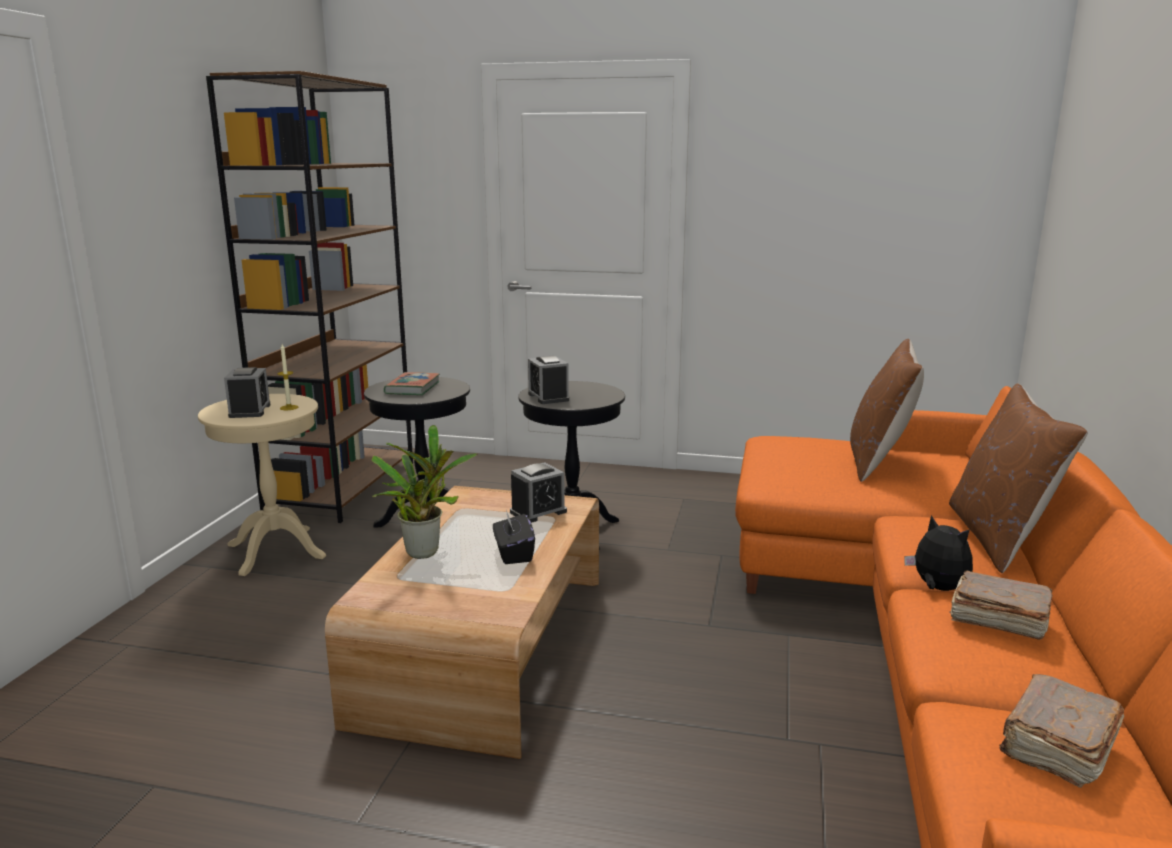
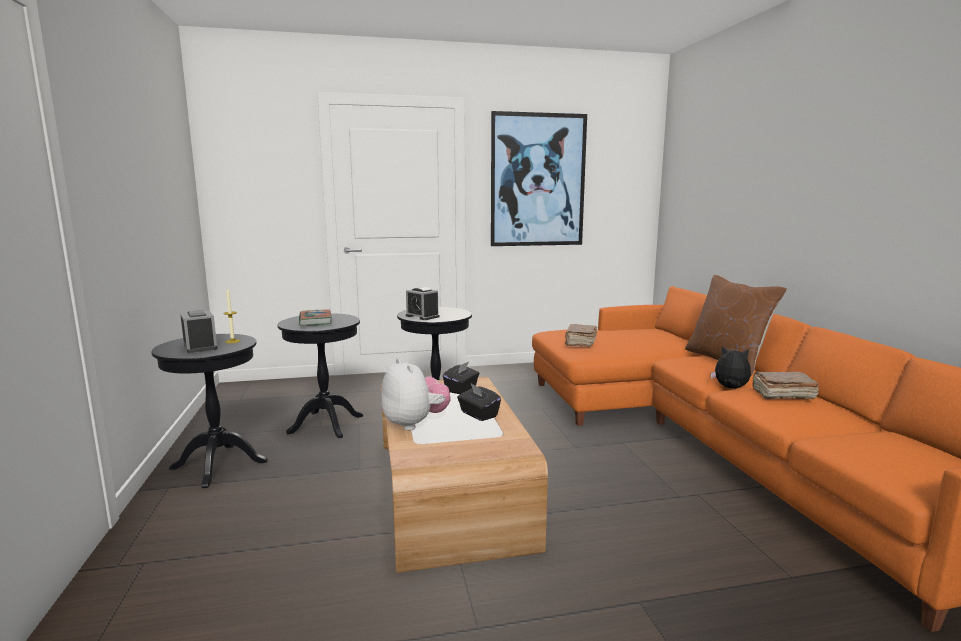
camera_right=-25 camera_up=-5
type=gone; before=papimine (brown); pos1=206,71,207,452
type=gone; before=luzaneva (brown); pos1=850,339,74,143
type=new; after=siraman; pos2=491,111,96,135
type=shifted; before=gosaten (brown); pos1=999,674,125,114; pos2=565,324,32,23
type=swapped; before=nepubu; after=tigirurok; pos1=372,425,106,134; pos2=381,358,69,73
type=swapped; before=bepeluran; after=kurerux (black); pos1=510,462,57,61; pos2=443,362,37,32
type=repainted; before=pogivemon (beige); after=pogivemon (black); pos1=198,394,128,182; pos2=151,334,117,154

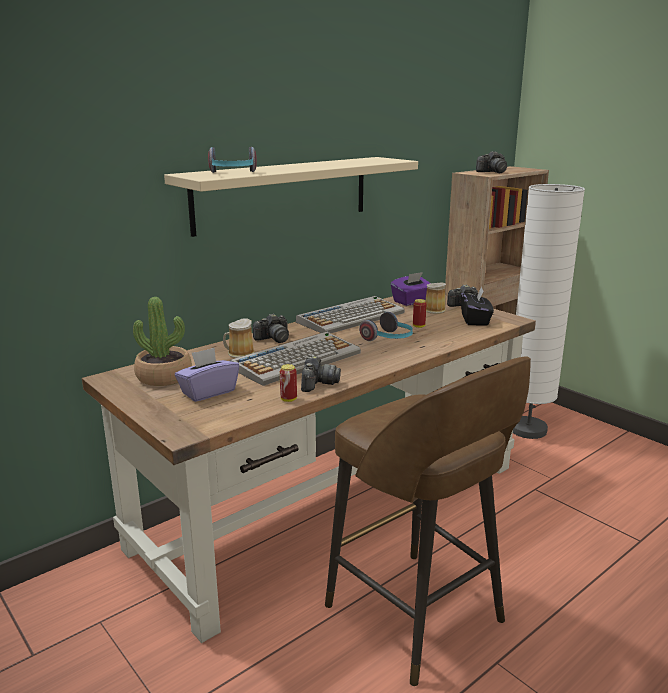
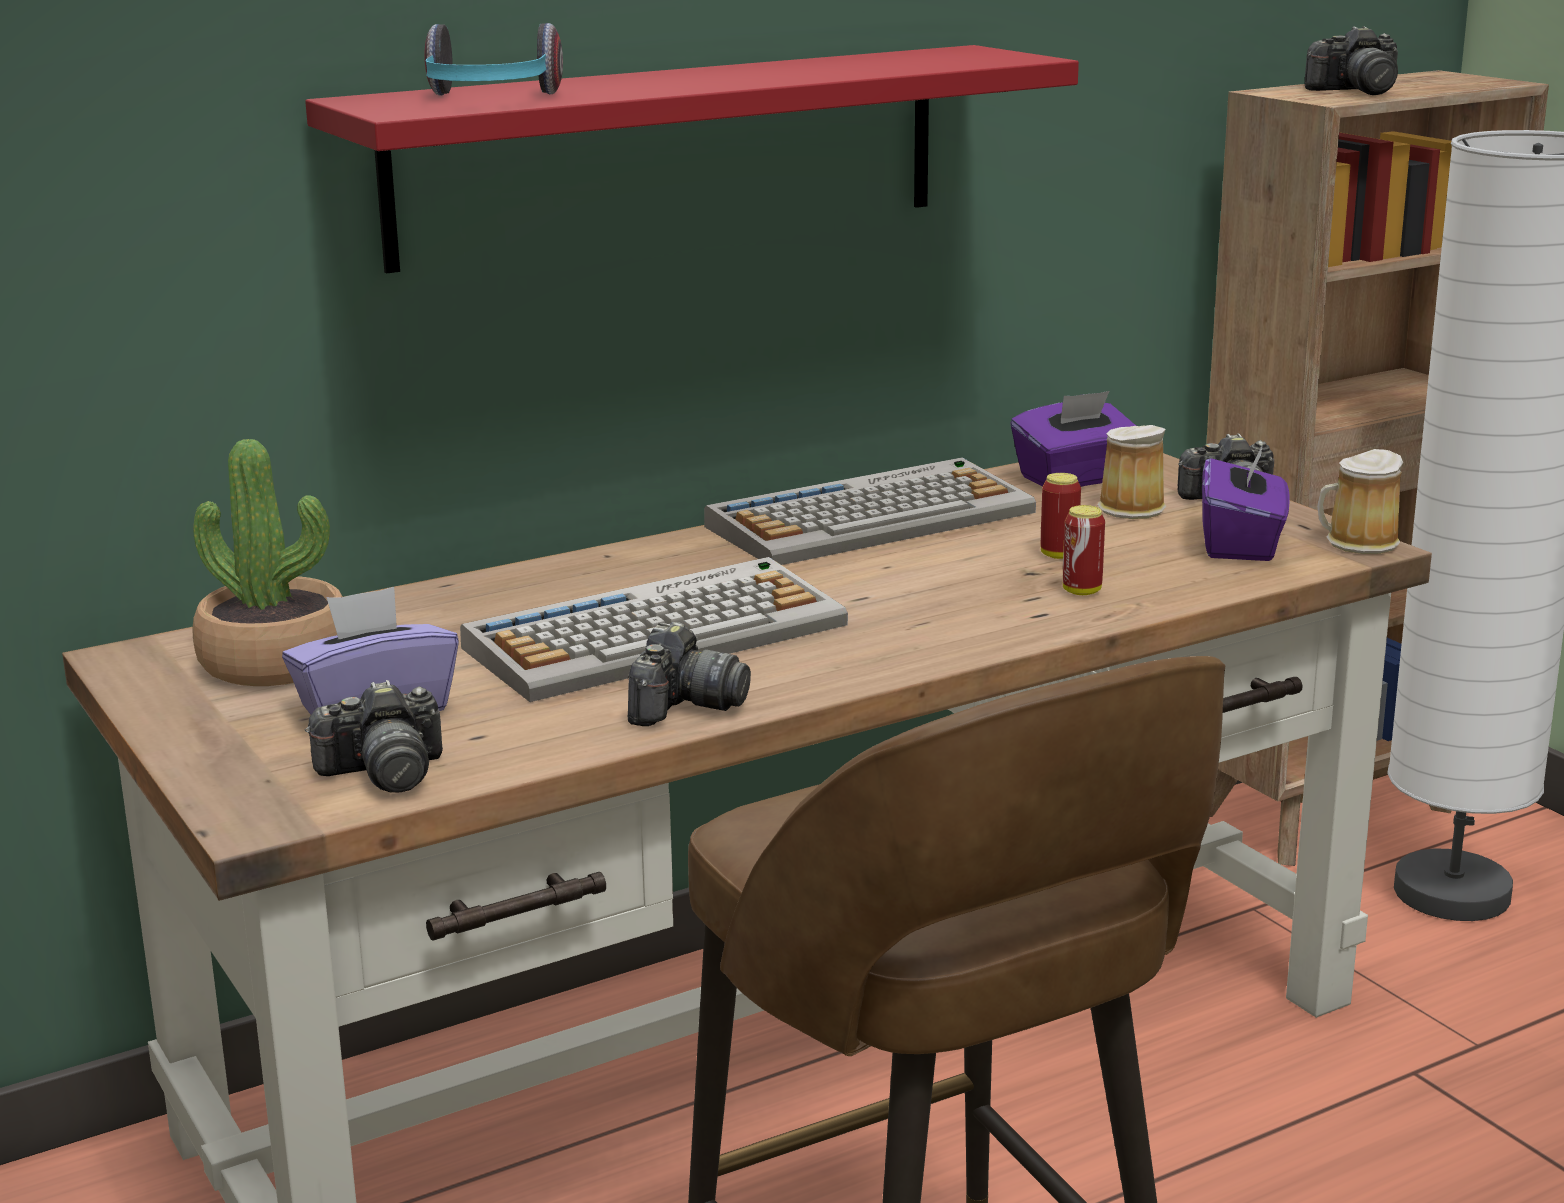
camera_right=10 camera_up=0
type=gone; before=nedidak; pos1=359,312,54,29
type=shifted; before=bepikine; pos1=223,318,32,40; pos2=1317,449,86,105
type=shifted; before=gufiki; pos1=253,314,36,29; pos2=305,680,138,113
type=shifted; before=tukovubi; pos1=280,364,17,38; pos2=1062,505,43,90
type=repainted; before=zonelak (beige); after=zonelak (red); pos1=164,157,254,80; pos2=305,45,774,229
type=repainted; before=kurerux (black); after=kurerux (purple); pos1=461,287,33,38; pos2=1202,442,88,119

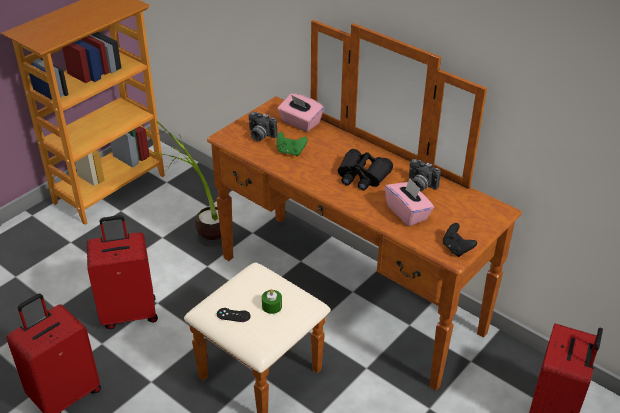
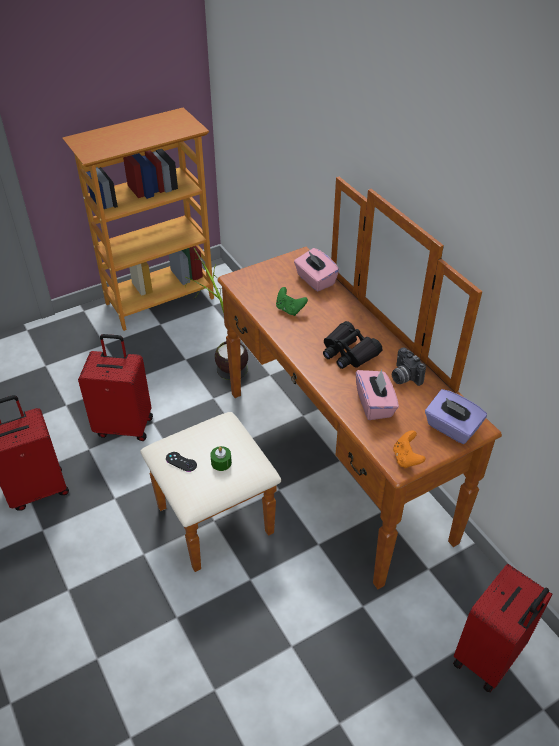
camera_right=20 camera_up=5
type=gone; before=gufiki; pos1=249,112,29,29
type=new; after=kurerux (purple); pos2=425,389,62,55
type=repainted; before=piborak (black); after=piborak (orange); pos1=443,223,34,34; pos2=393,430,33,39

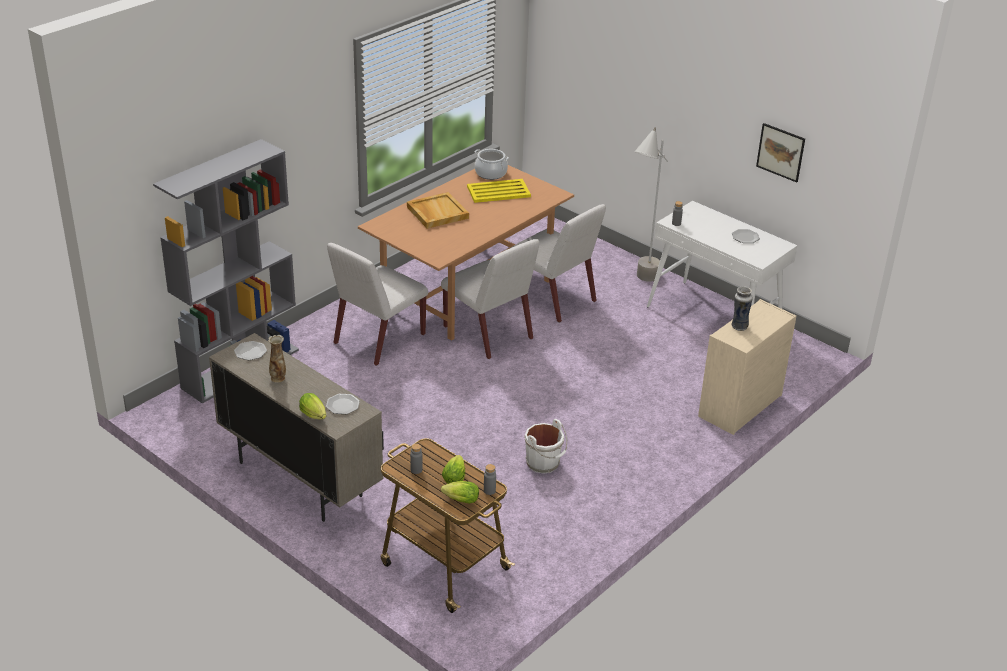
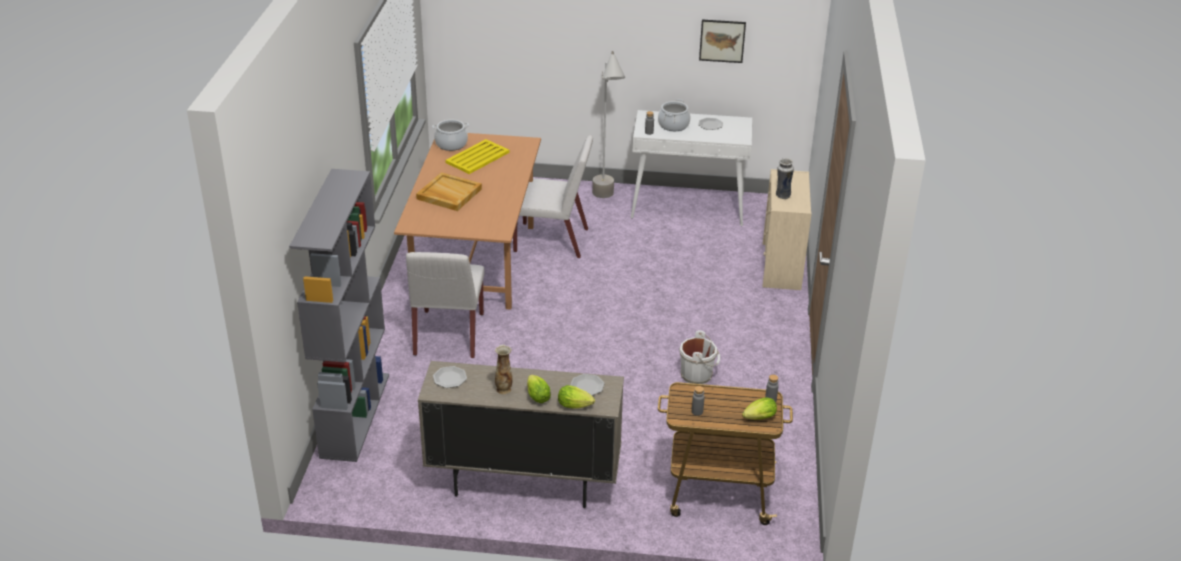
camera_right=-35 camera_up=0
type=gone; before=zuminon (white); pos1=441,239,98,120
type=new; after=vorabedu; pos2=658,99,32,32
type=shifted; before=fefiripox; pos1=442,455,23,29; pos2=527,375,24,28

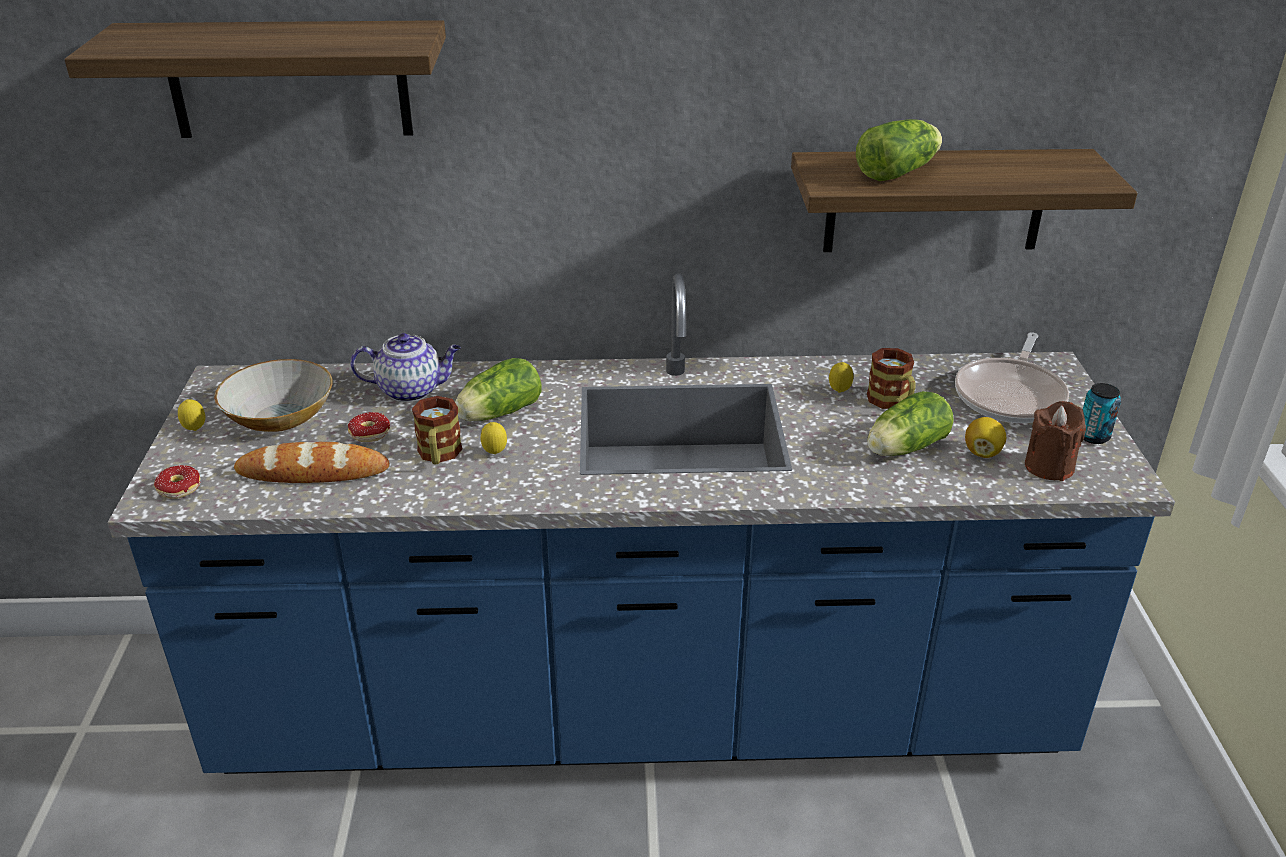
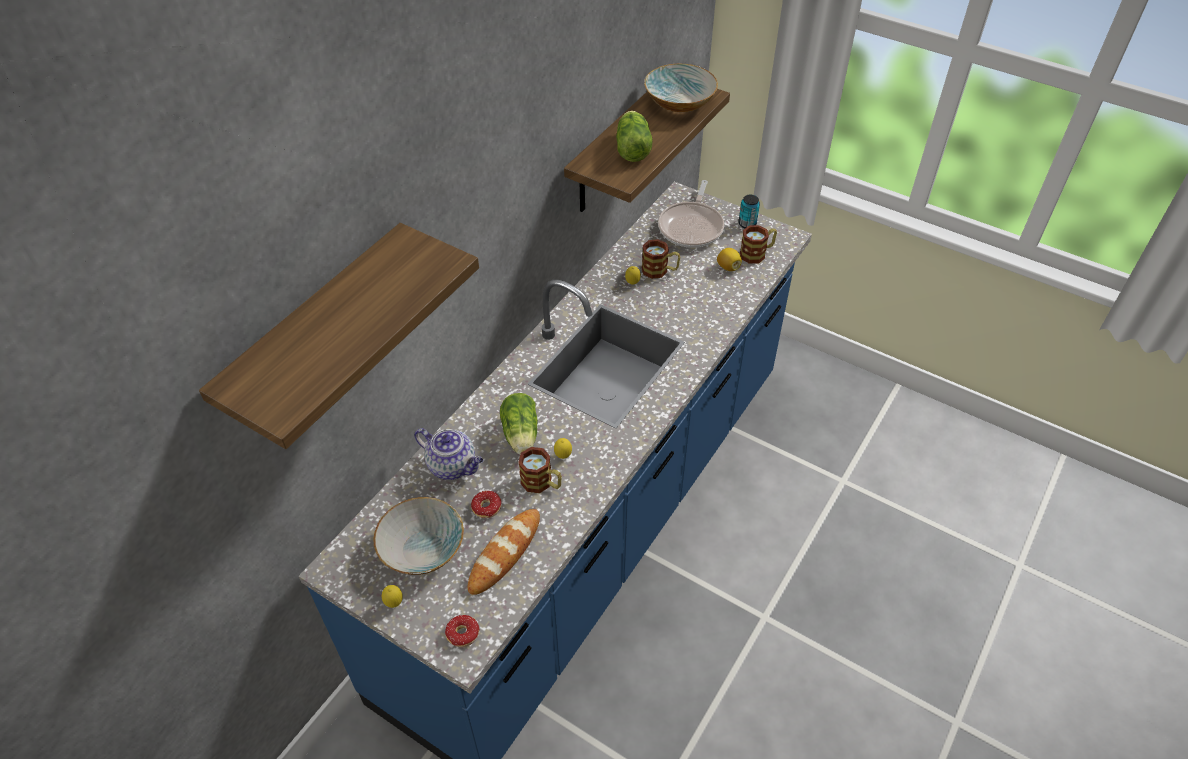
camera_right=-55 camera_up=15
type=gone; before=fefiripox; pos1=868,391,86,65
type=new; after=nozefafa; pos2=644,64,74,48
type=swapped; before=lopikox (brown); after=bepikine; pos1=1025,401,61,80; pos2=740,225,37,39
type=rotated; before=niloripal; pos1=350,333,111,69; pos2=414,428,69,52; turn=90
type=rotated; before=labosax; pos1=955,332,114,91; pos2=658,180,66,68; turn=45

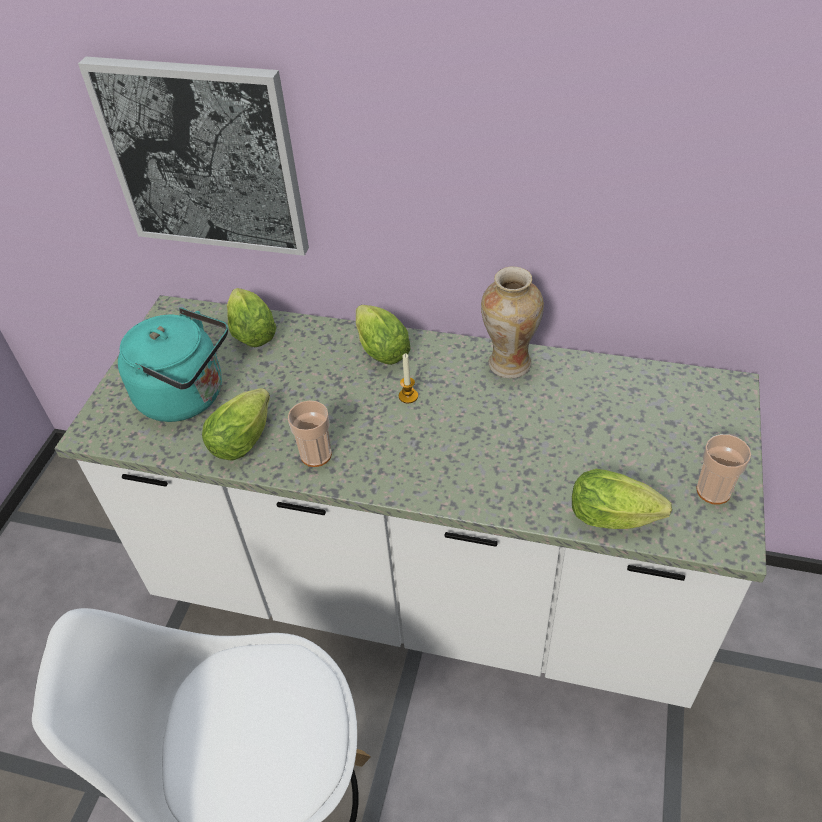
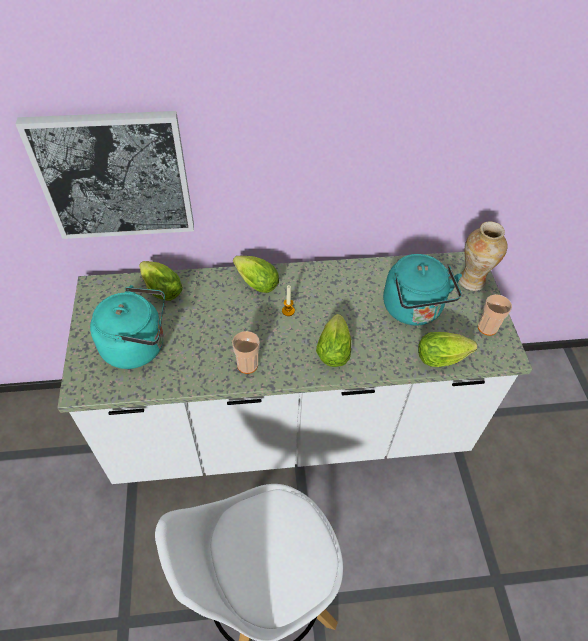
camera_right=-25 camera_up=5
type=new; after=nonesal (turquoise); pos2=383,254,79,71
type=shifted; before=fefiripox; pos1=202,388,68,73; pos2=316,314,35,53
type=shifted; before=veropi; pos1=481,266,63,112; pos2=459,222,48,69

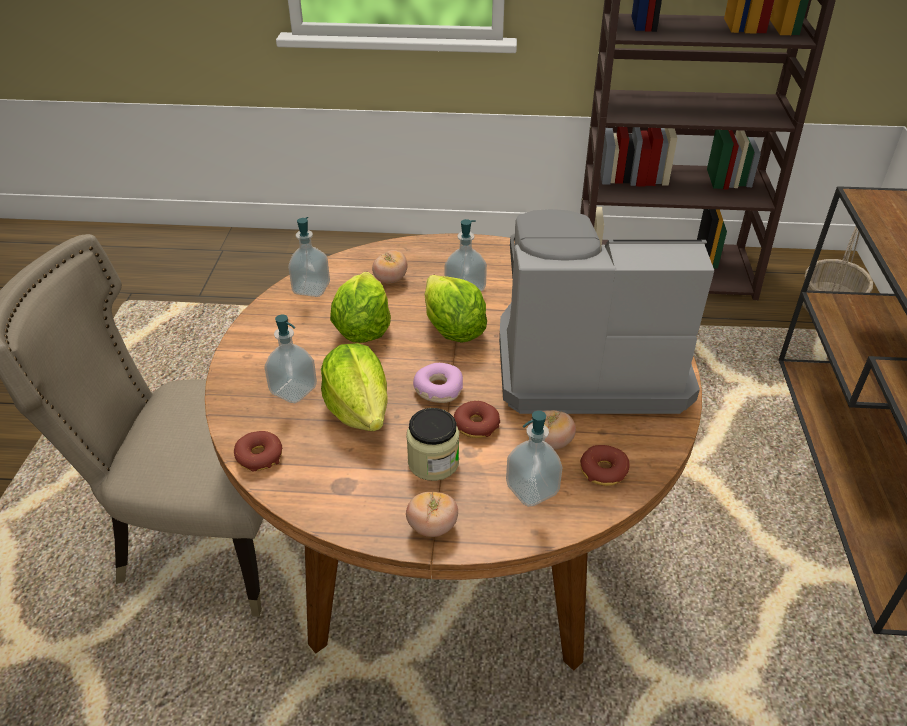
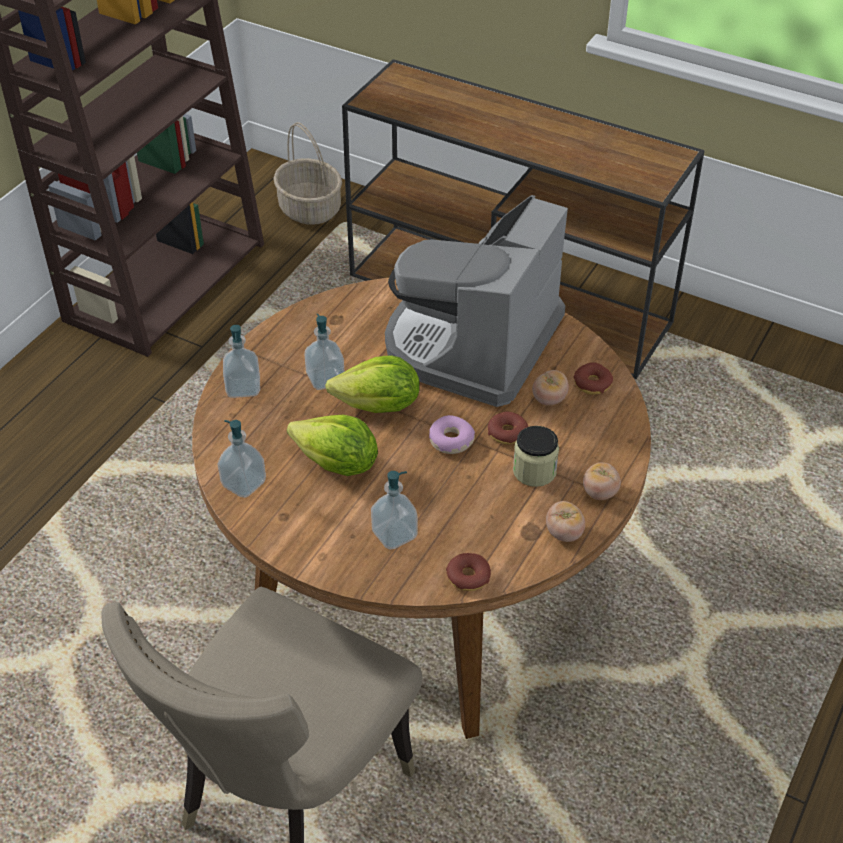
camera_right=-65 camera_up=5
type=gone; before=fefiripox; pos1=321,343,67,88
type=shifted; before=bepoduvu; pos1=372,250,35,33; pos2=546,501,39,41
type=shifted; before=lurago; pos1=506,411,57,96; pos2=223,325,37,73

